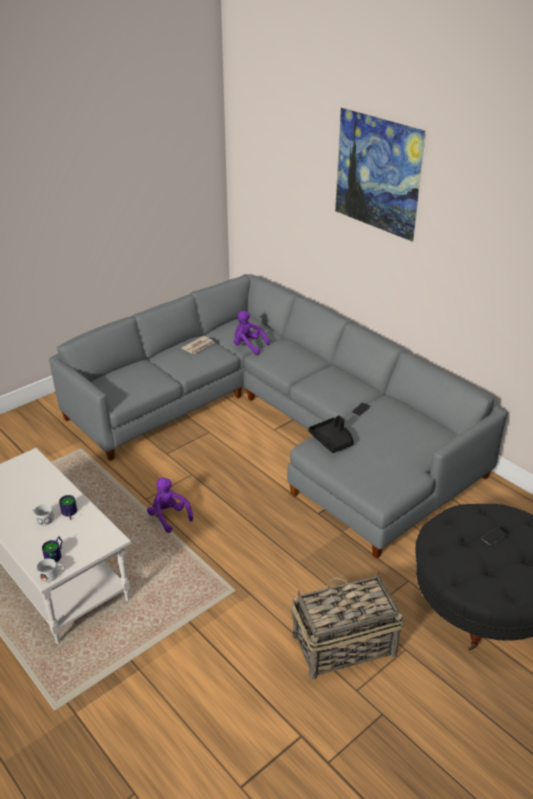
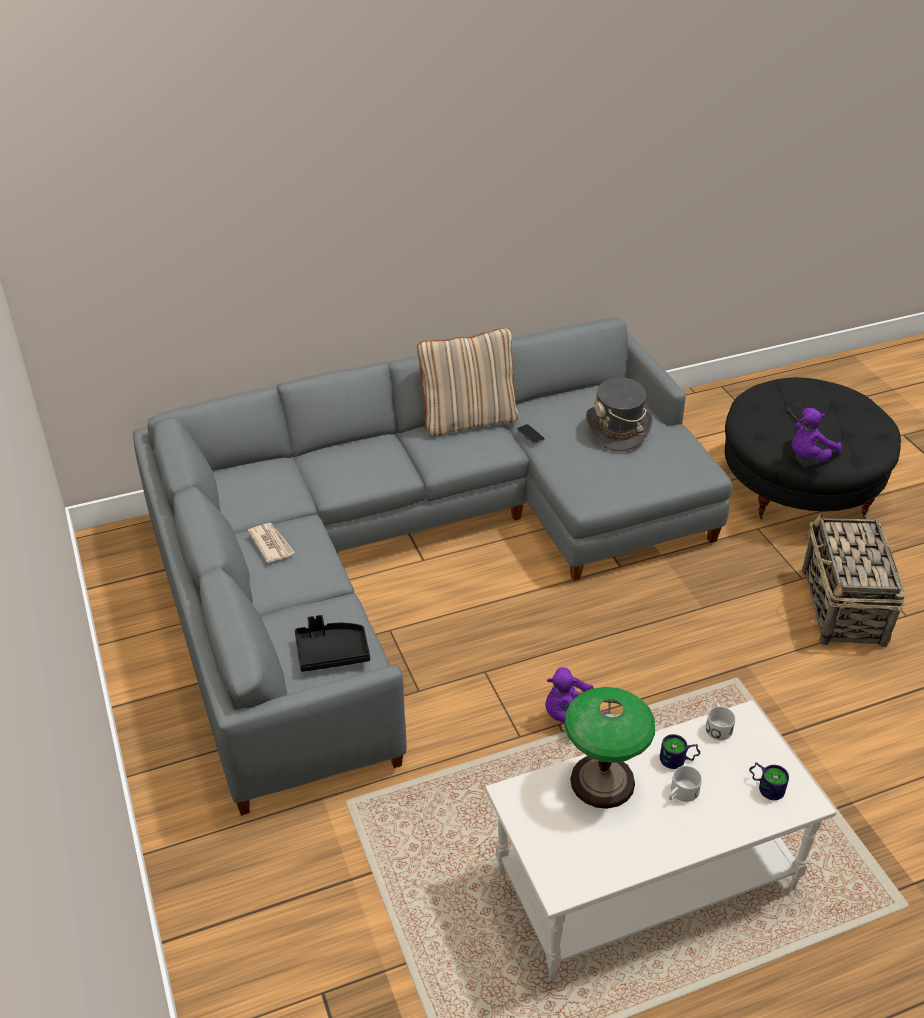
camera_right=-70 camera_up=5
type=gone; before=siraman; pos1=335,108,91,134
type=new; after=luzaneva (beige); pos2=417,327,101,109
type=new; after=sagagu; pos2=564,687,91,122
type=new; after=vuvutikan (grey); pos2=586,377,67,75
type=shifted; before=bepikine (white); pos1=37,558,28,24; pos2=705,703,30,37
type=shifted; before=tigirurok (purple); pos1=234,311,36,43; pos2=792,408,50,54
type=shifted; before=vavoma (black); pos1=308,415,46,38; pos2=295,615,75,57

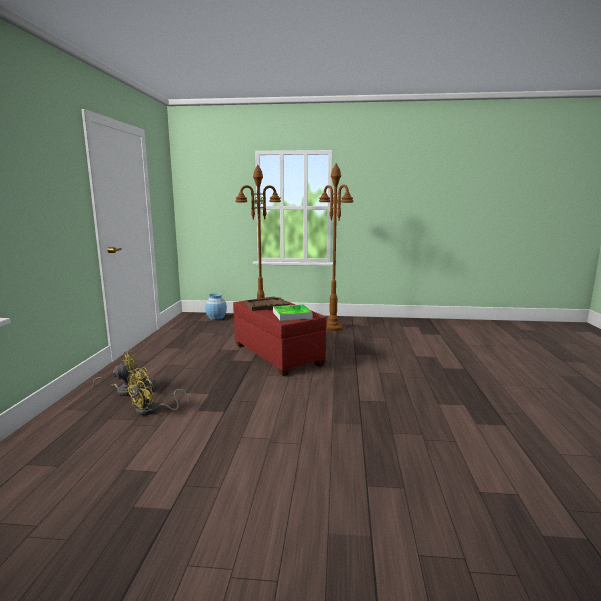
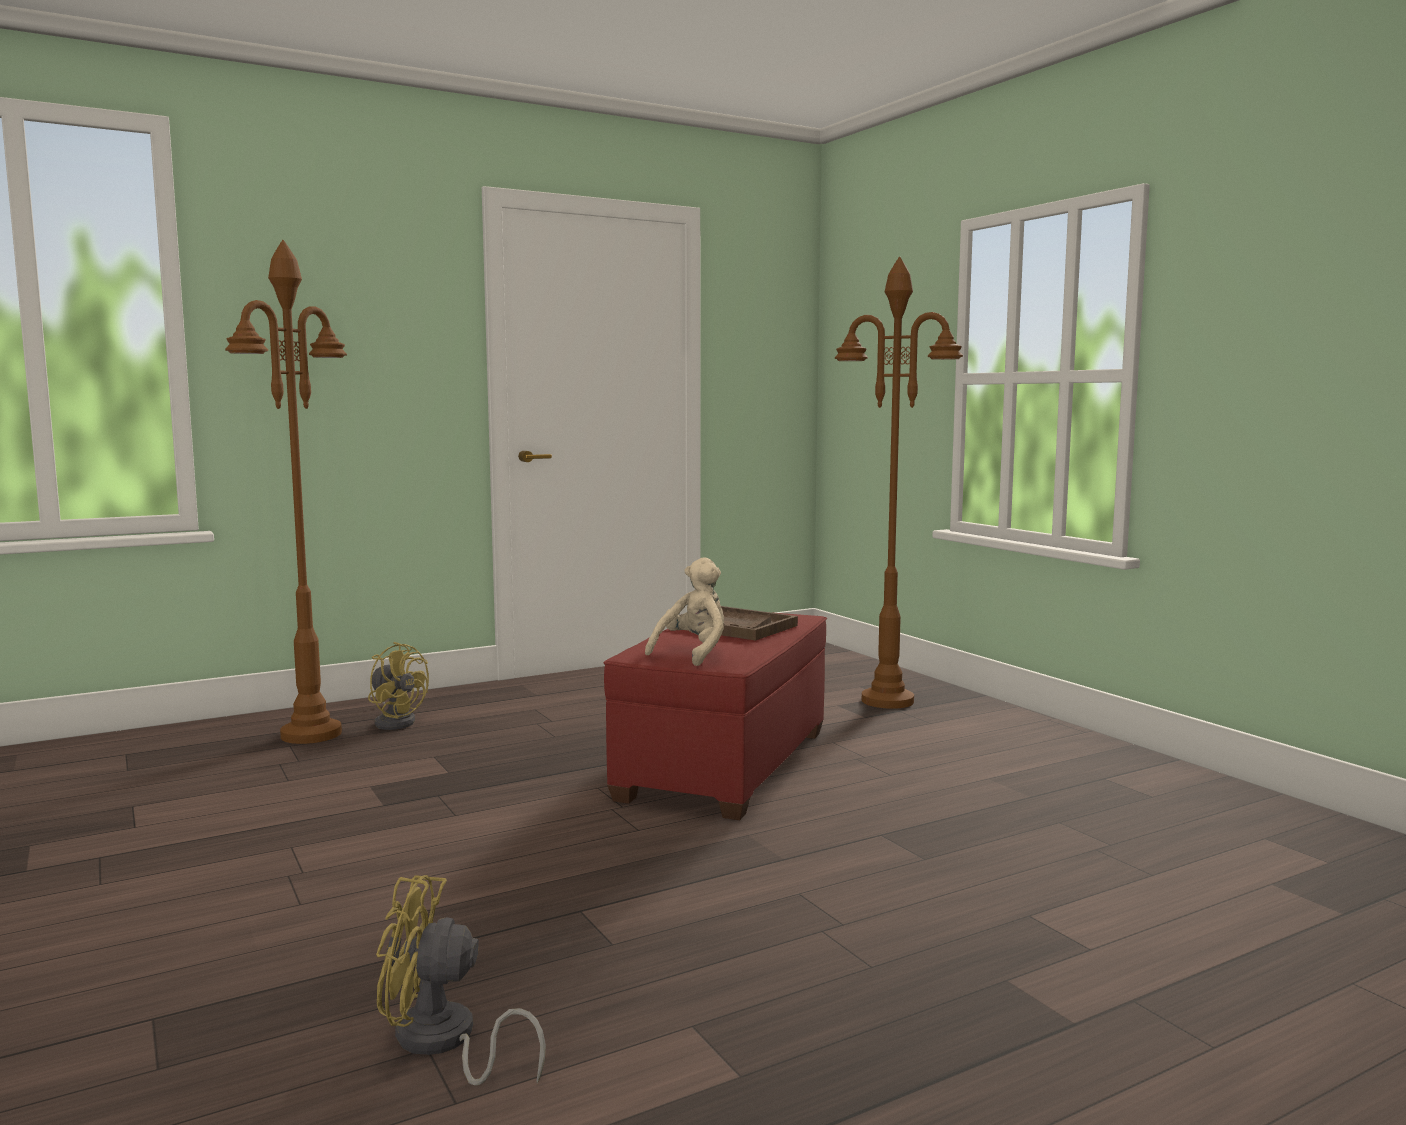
camera_right=55 camera_up=-5
type=gone; before=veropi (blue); pos1=205,293,22,27
type=shifted; before=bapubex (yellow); pos1=125,367,64,48; pos2=376,875,170,211
type=shifted; before=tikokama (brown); pos1=319,163,35,168; pos2=225,240,122,504
type=swapped; before=vavoma; after=tigirurok (beige); pos1=273,304,39,17; pos2=645,557,79,109

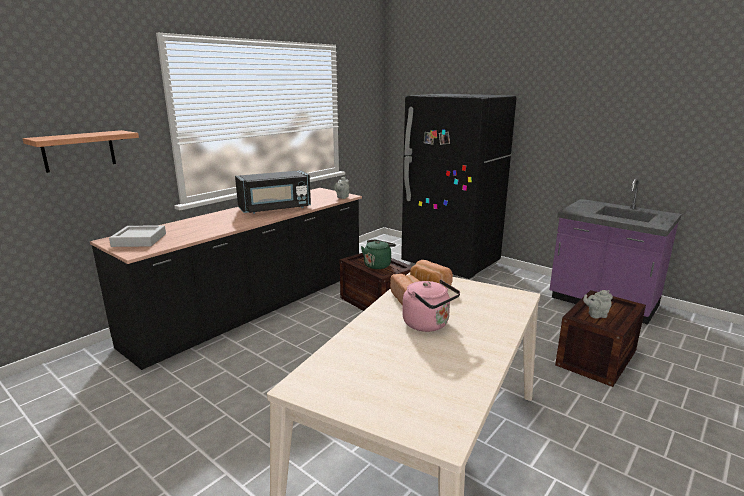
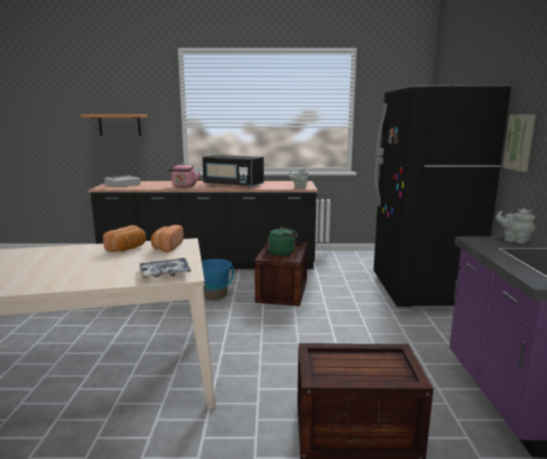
camera_right=50 camera_up=-5
type=new; after=vavoma; pos2=139,258,52,20
type=new; after=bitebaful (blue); pos2=202,259,32,41
type=new; after=siraman; pos2=503,115,33,57
type=shifted; before=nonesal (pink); pos1=402,279,58,53; pos2=168,163,32,25
type=shifted; before=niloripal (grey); pos1=583,290,30,29; pos2=496,209,39,35

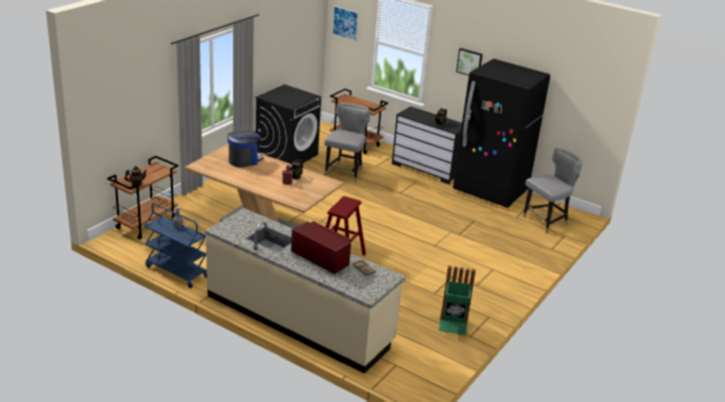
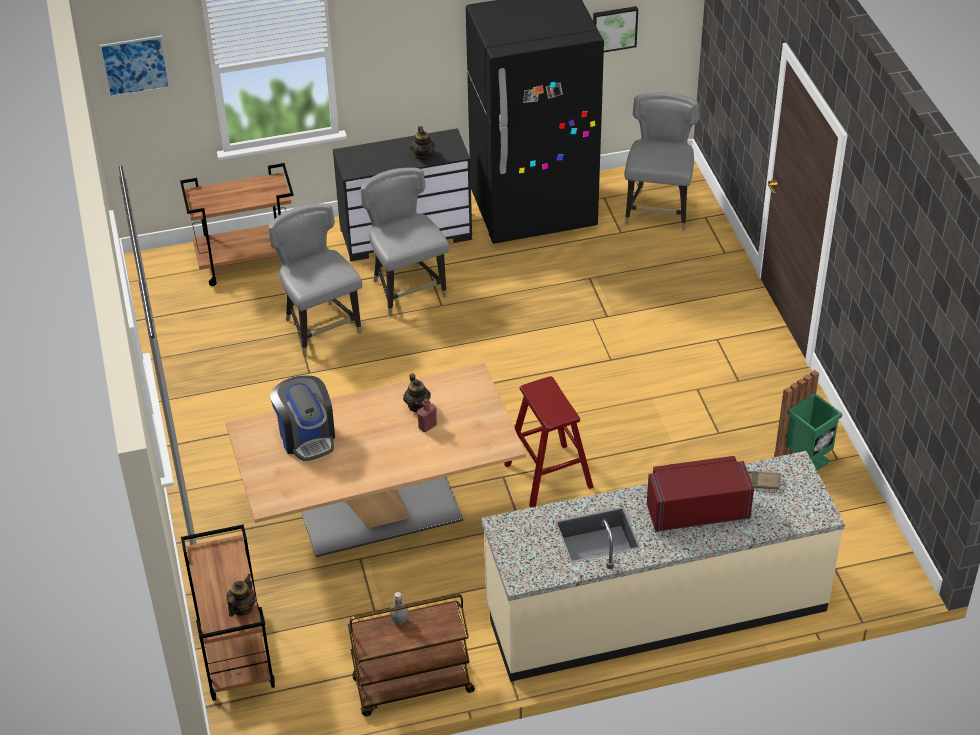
camera_right=-45 camera_up=15
type=gone; before=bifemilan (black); pos1=255,84,66,80
type=new; after=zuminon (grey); pos2=361,168,88,148
type=shifted; before=siraman; pos1=456,48,27,28; pos2=593,6,45,46
type=repainted; before=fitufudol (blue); after=fitufudol (brown); pos1=144,203,63,85; pos2=348,594,127,122
type=rotated; before=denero; pos1=227,131,36,37; pos2=270,376,65,85; turn=150

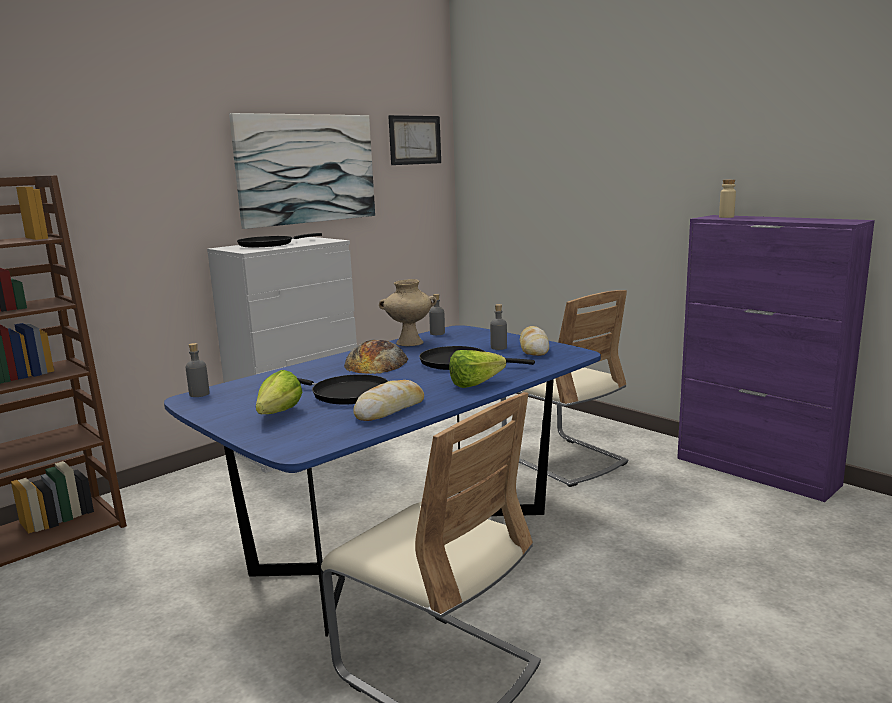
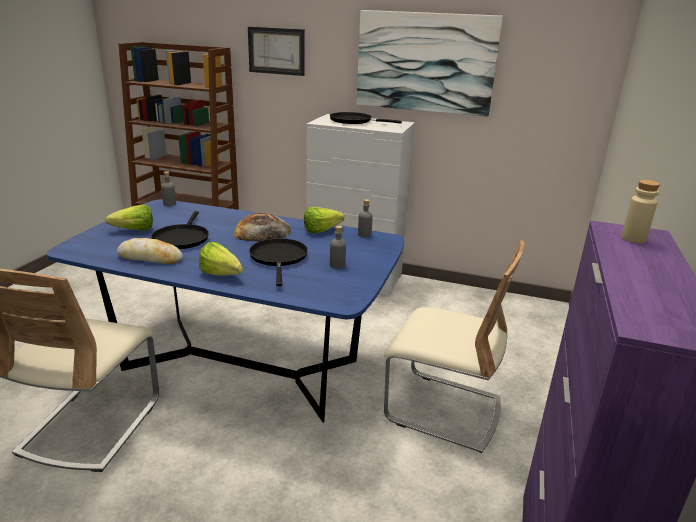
camera_right=60 camera_up=10
type=gone; before=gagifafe; pos1=520,326,29,30
type=shifted; before=siraman; pos1=388,115,53,50; pos2=248,27,57,49
type=swapped; before=veropi (beige); after=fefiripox; pos1=379,279,58,67; pos2=304,207,40,27
type=rotated; before=zuminon (beige); pos1=501,290,127,197; pos2=384,240,140,213; turn=-90

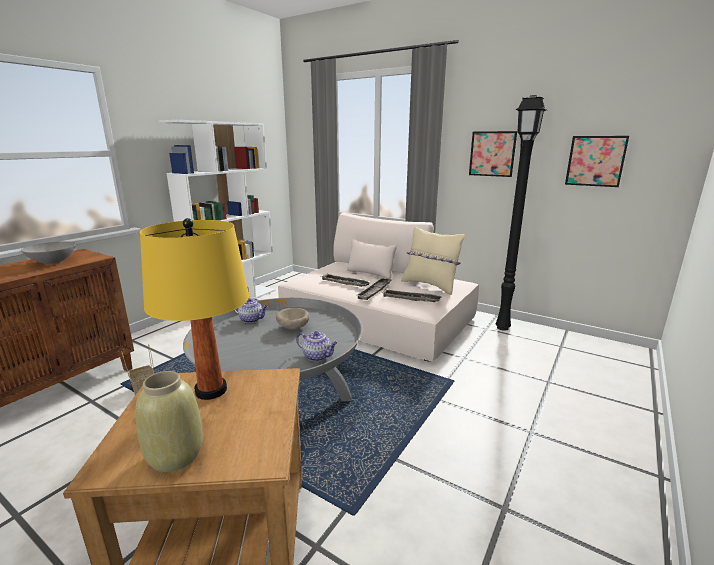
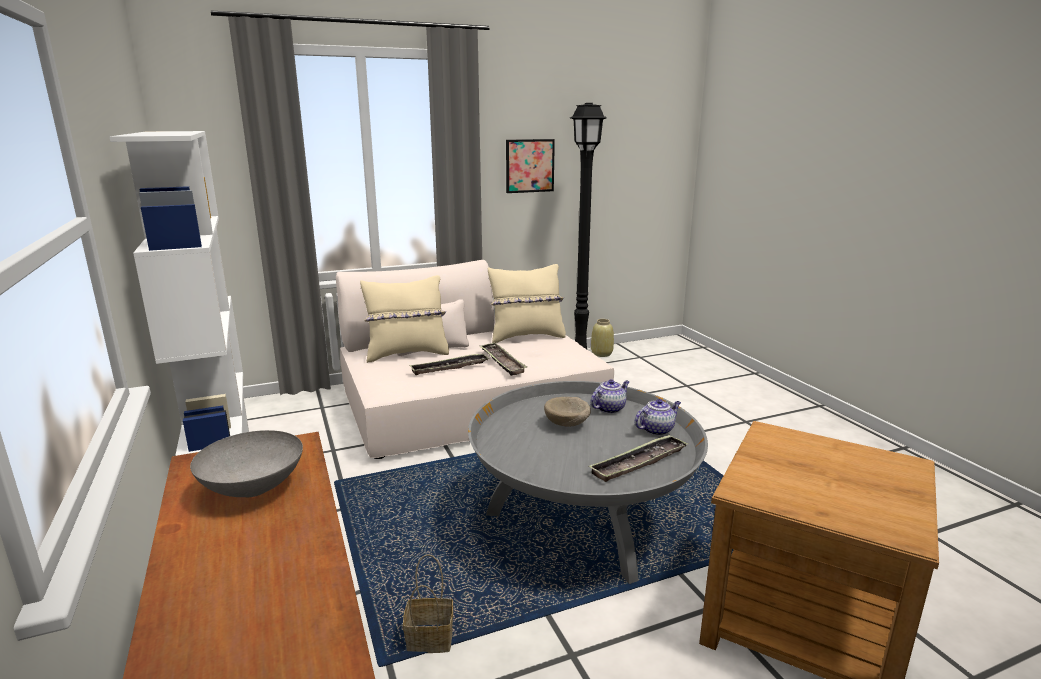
camera_right=-55 camera_up=0
type=gone; before=sagagu (yellow); pos1=140,218,109,182
type=gone; before=siraman; pos1=565,136,64,51
type=new; after=luzaneva (beige); pos2=360,275,89,88
type=shifted; before=veropi (beige); pos1=135,371,68,101; pos2=591,319,23,38
type=shifted; before=niloripal; pos1=234,298,34,25; pos2=590,379,39,35
type=shifted; before=vavoma; pos1=382,289,60,13; pos2=588,434,101,48

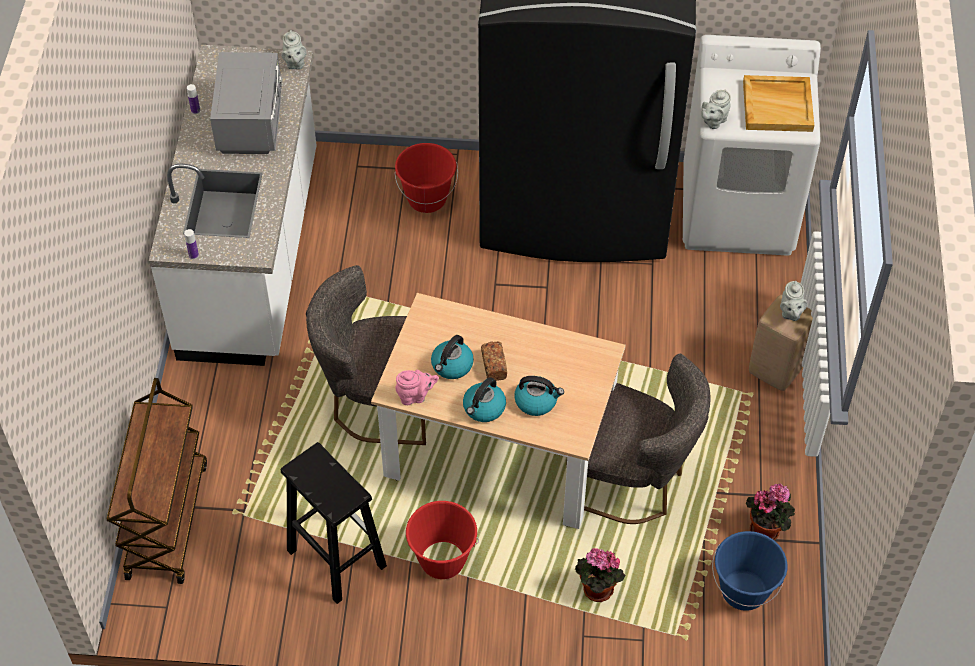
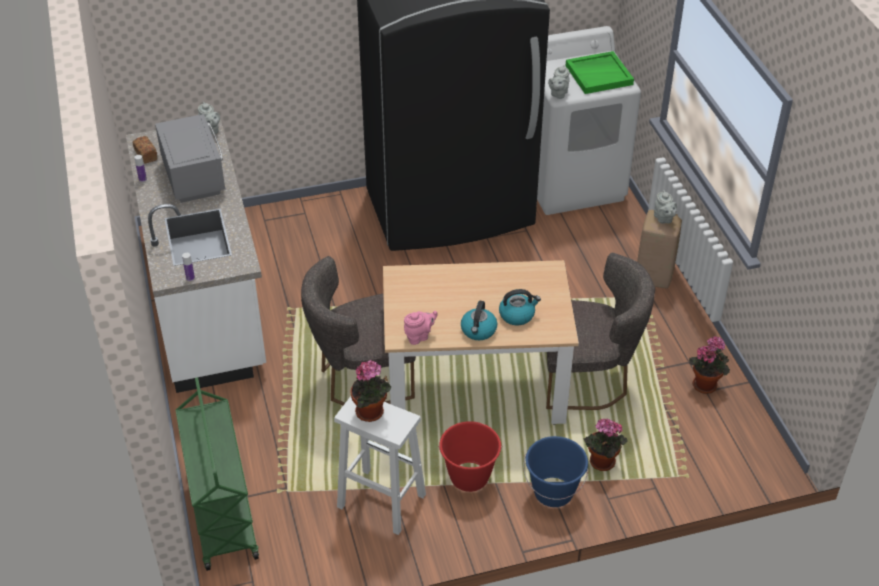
camera_right=-20 camera_up=-10
type=gone; before=bitebaful (red); pos1=394,143,64,70
type=gone; before=nonesal; pos1=431,335,43,44
type=new; after=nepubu; pos2=350,360,41,62
type=shifted; before=gagifafe; pos1=481,341,26,40; pos2=132,136,25,27
type=shifted; before=bitebaful (blue); pos1=712,531,76,80; pos2=523,436,66,71
type=repainted; before=fitufudol (brown); after=fitufudol (green); pos1=107,378,100,206; pos2=175,377,84,194
type=repainted; before=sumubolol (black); after=sumubolol (white); pos1=281,442,106,162; pos2=334,396,92,139
type=repainted; before=vavoma (beige); after=vavoma (green); pos1=743,75,71,57; pos2=566,51,68,43

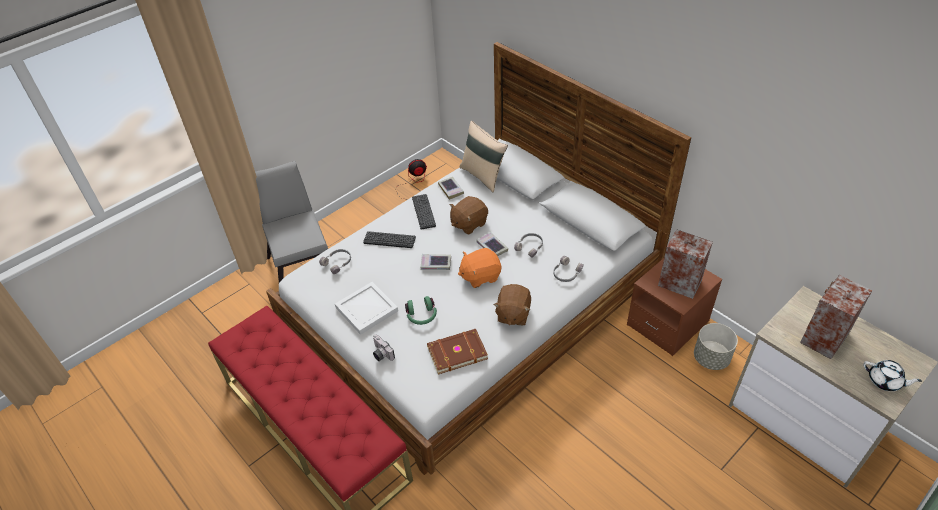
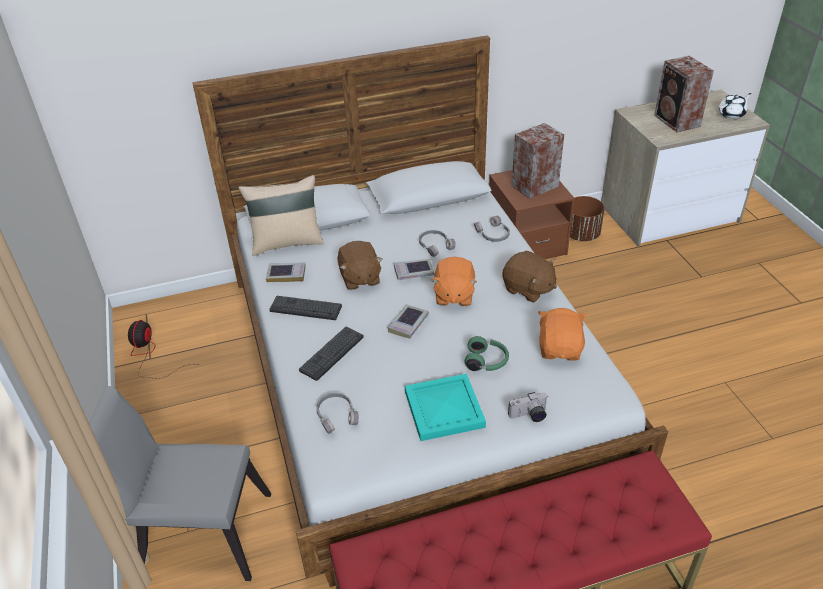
camera_right=-65 camera_up=-5
type=swapped; before=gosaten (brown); after=tigirurok (orange); pos1=427,329,61,46; pos2=538,308,49,53
type=repainted; before=vavoma (white); after=vavoma (turquoise); pos1=335,282,63,53; pos2=405,374,81,67
type=repainted; before=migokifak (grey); after=migokifak (brown); pos1=694,323,44,47; pos2=570,196,35,45

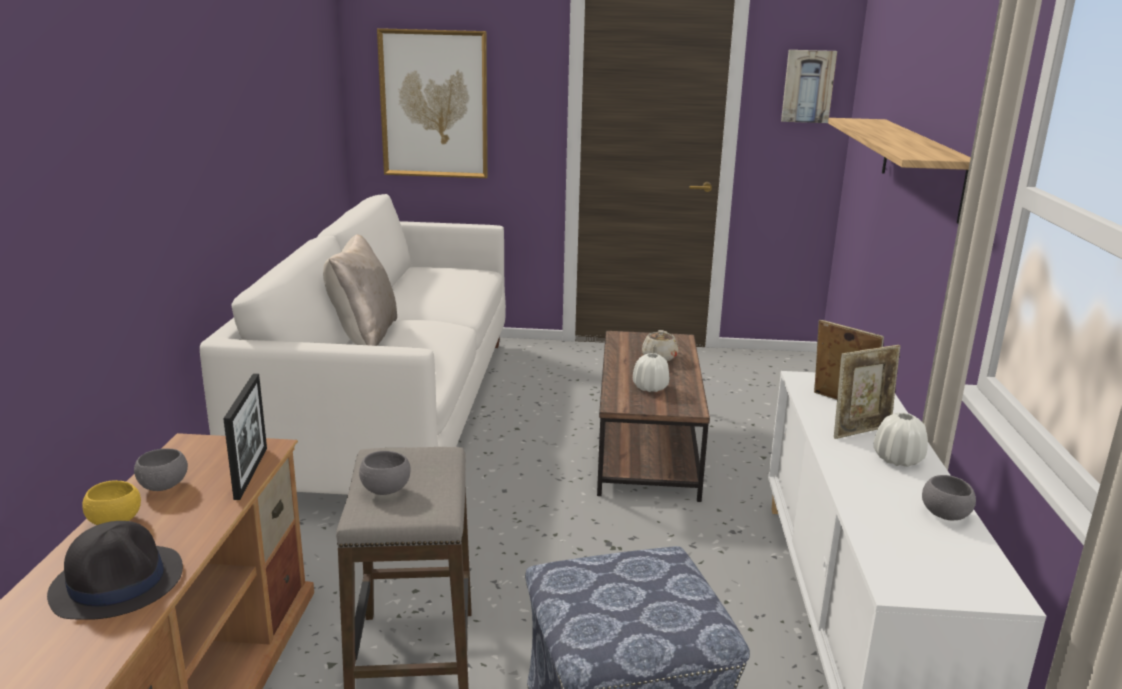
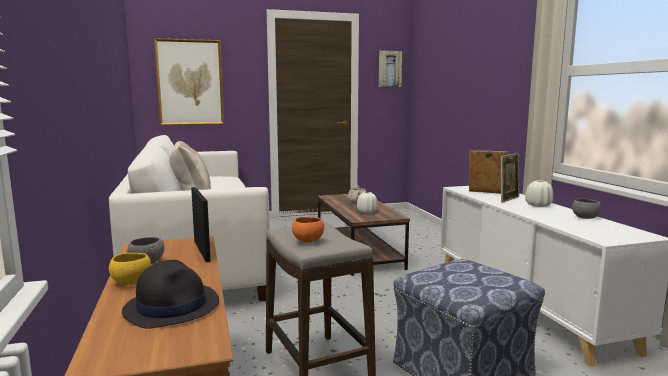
camera_right=-20 camera_up=-10
type=gone; before=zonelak; pos1=828,118,143,106
type=repainted; before=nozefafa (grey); after=nozefafa (orange); pos1=359,451,51,44; pos2=292,217,32,26

